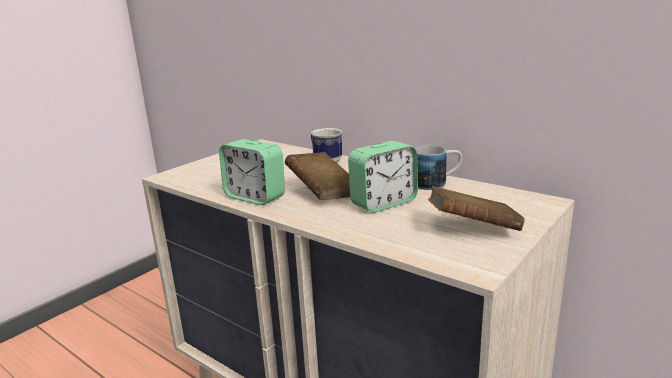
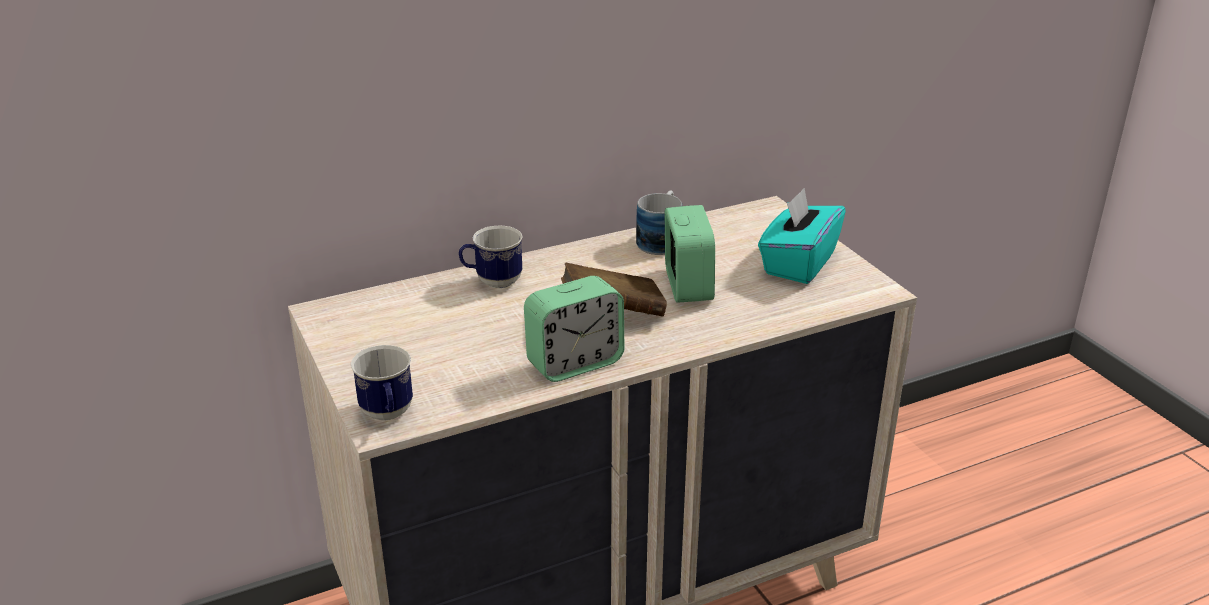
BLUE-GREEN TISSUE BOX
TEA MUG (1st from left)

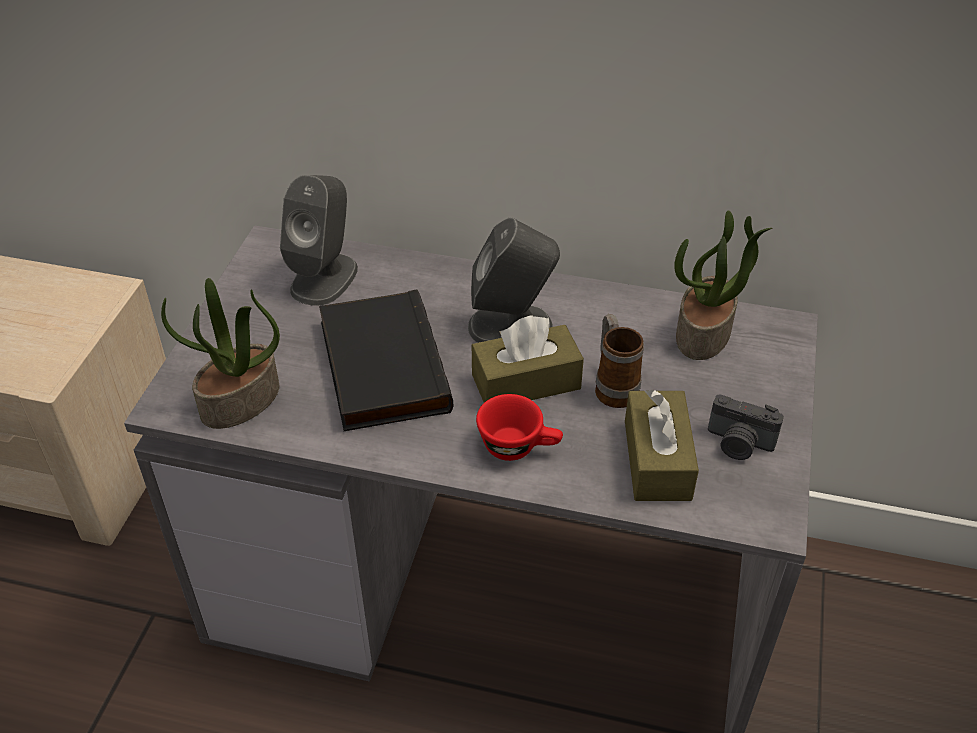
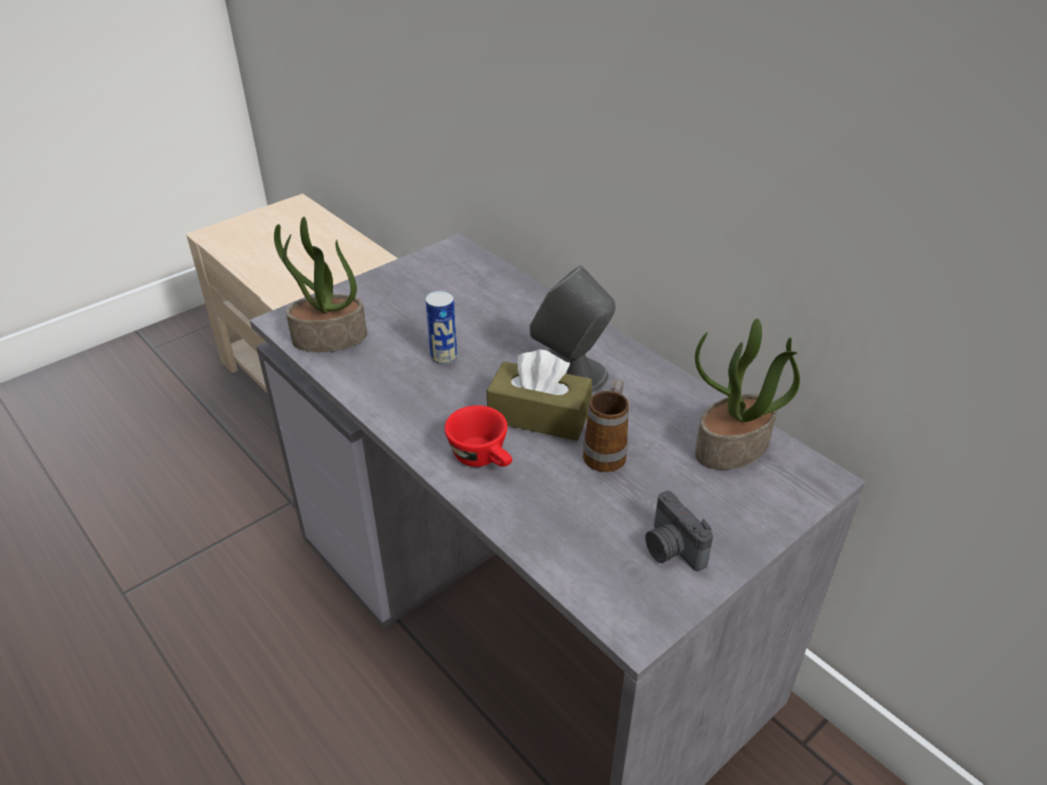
GRAY AUDIO SPEAKER (1st from left in the first image)
CAN
BROWN-COLOURED TISSUE BOX (2nd from left in the first image)

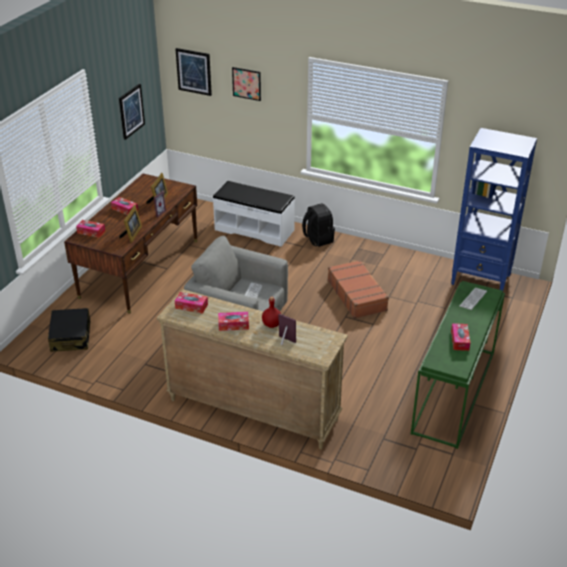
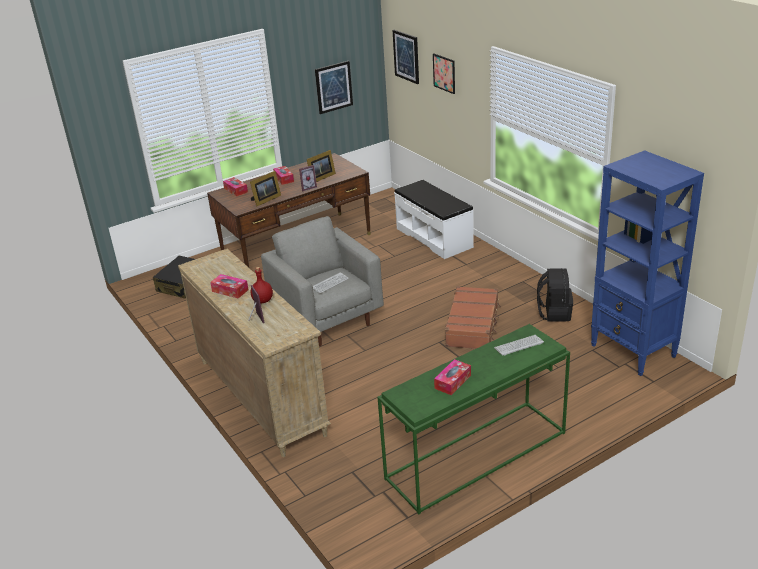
BLACK KNAPSACK
TISSUE BOX (3rd from left in the first image)

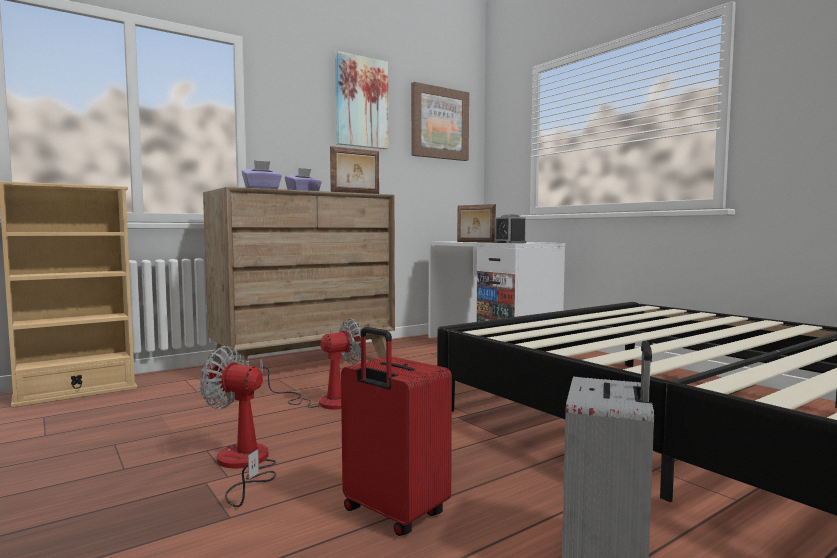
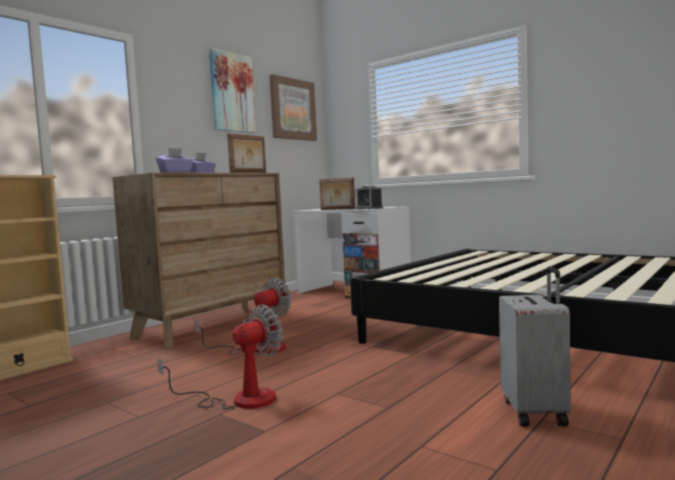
REDDISH PIECE OF LUGGAGE
COOLING FAN (1st from left)

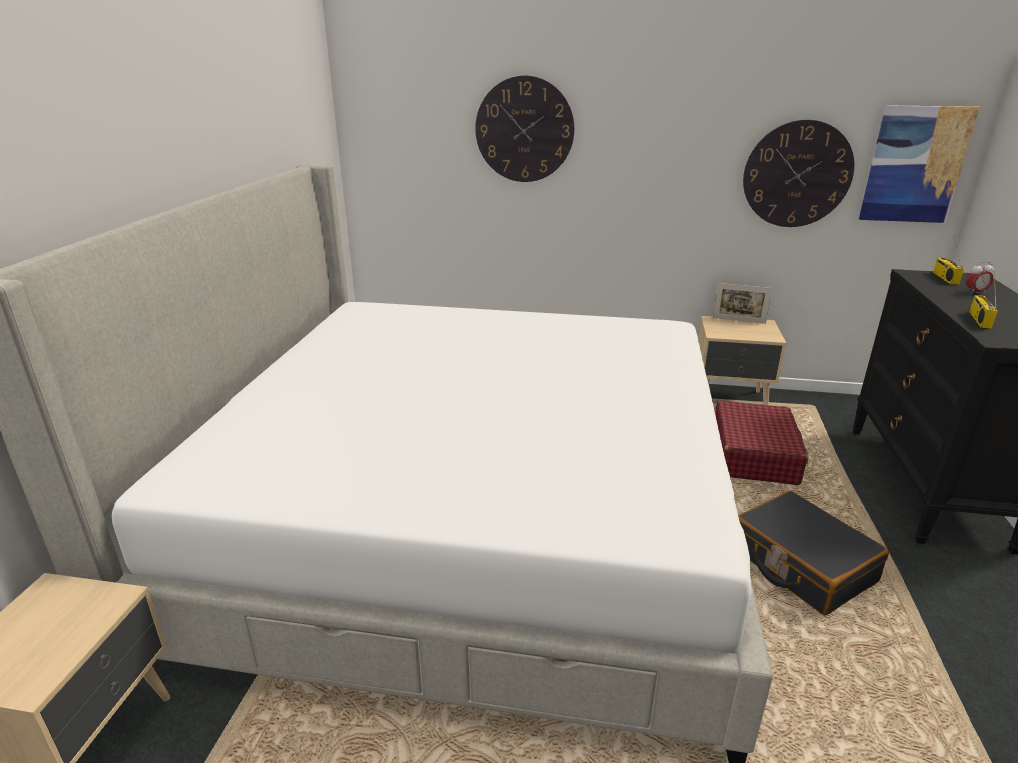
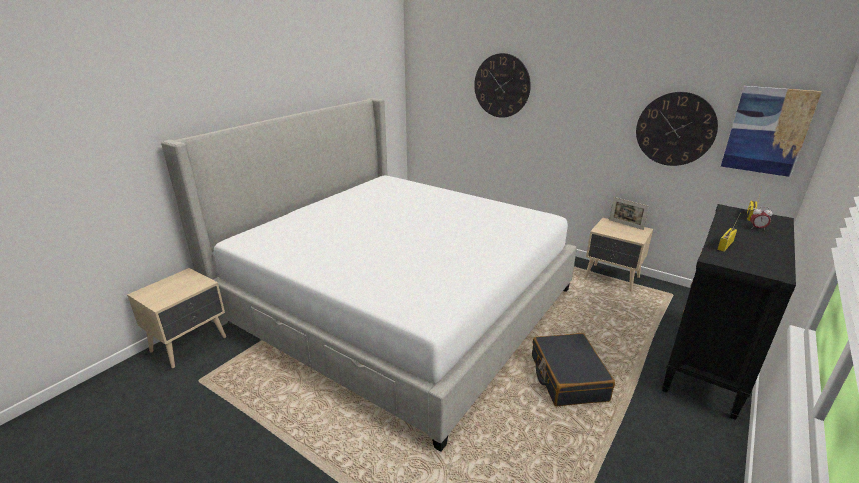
REDDISH PIECE OF LUGGAGE

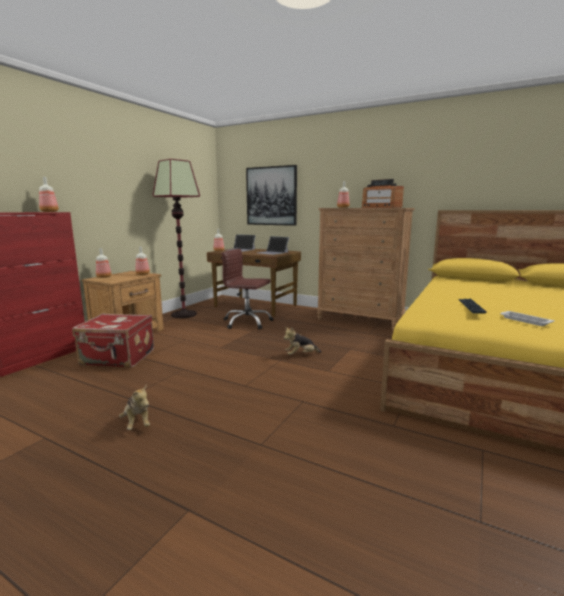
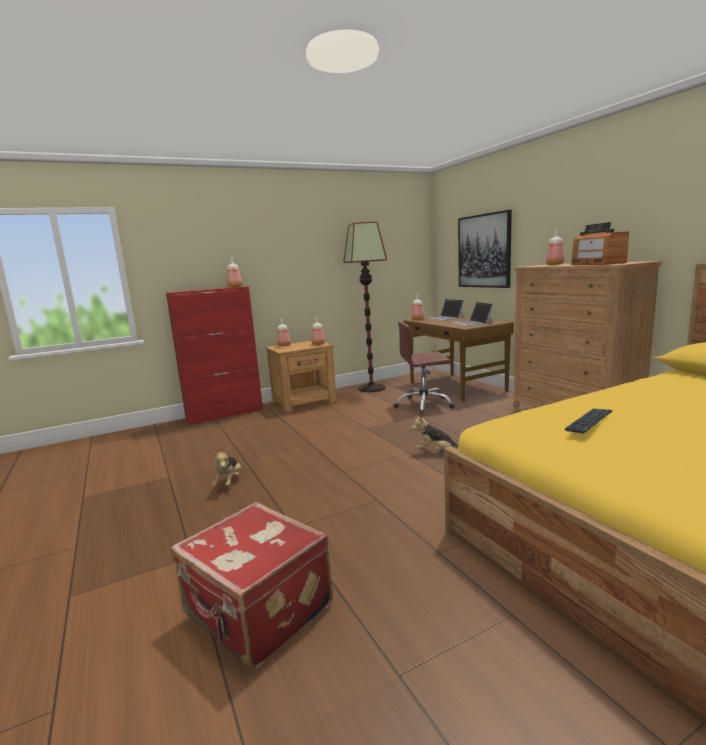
BROWN-COLOURED OFFICE CHAIR
WHITE CARRYING TRAY
REDDISH PIECE OF LUGGAGE

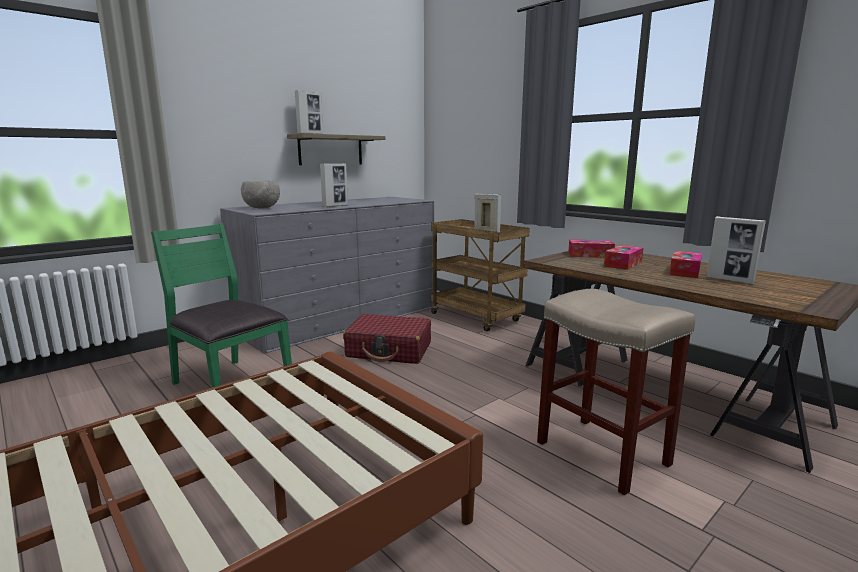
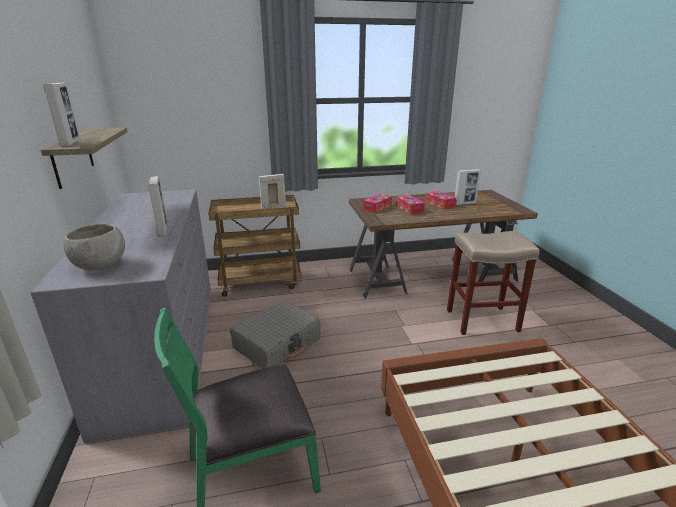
GRAY PIECE OF LUGGAGE

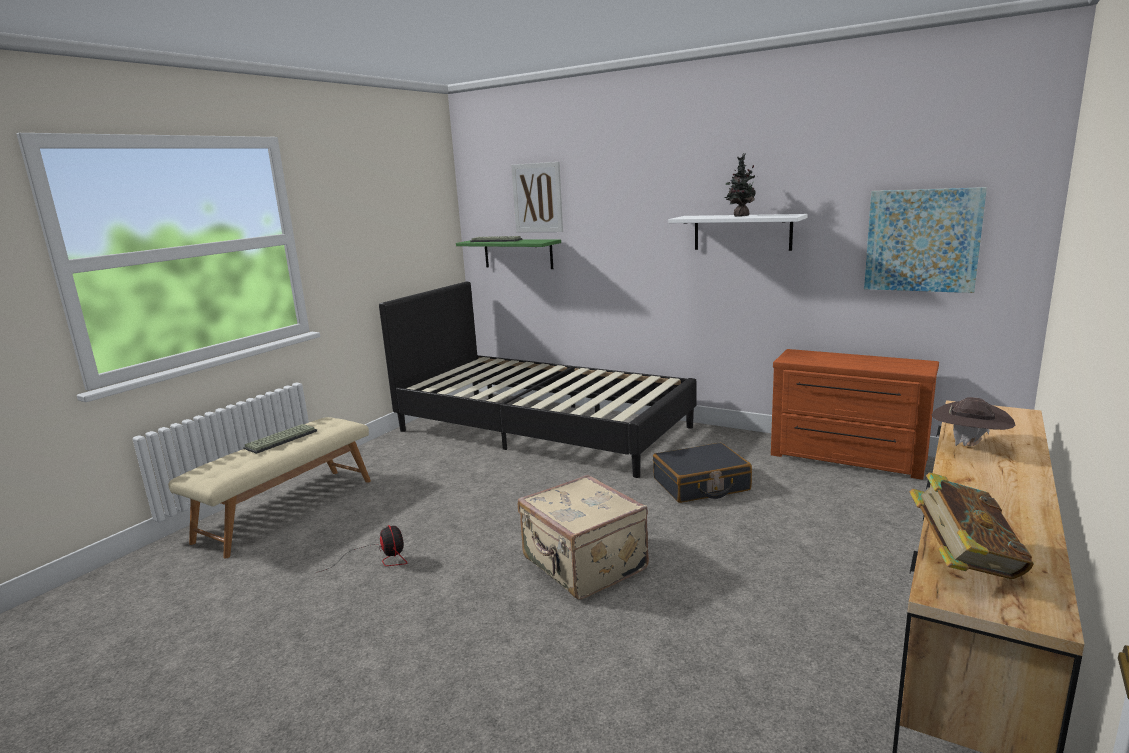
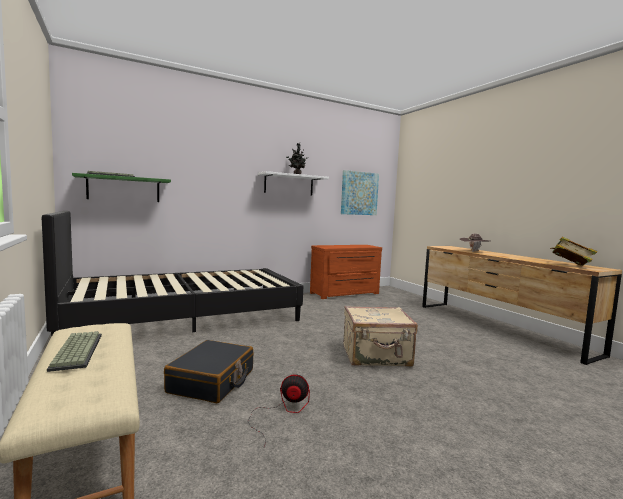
WALL PICTURE (1st from left in the first image)
BLACK PIECE OF LUGGAGE

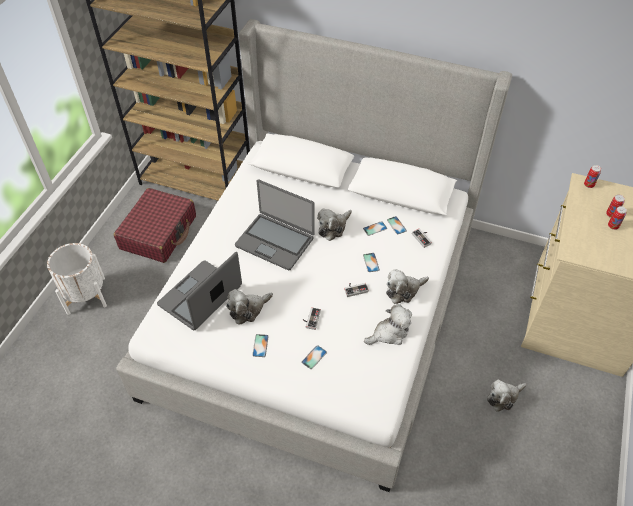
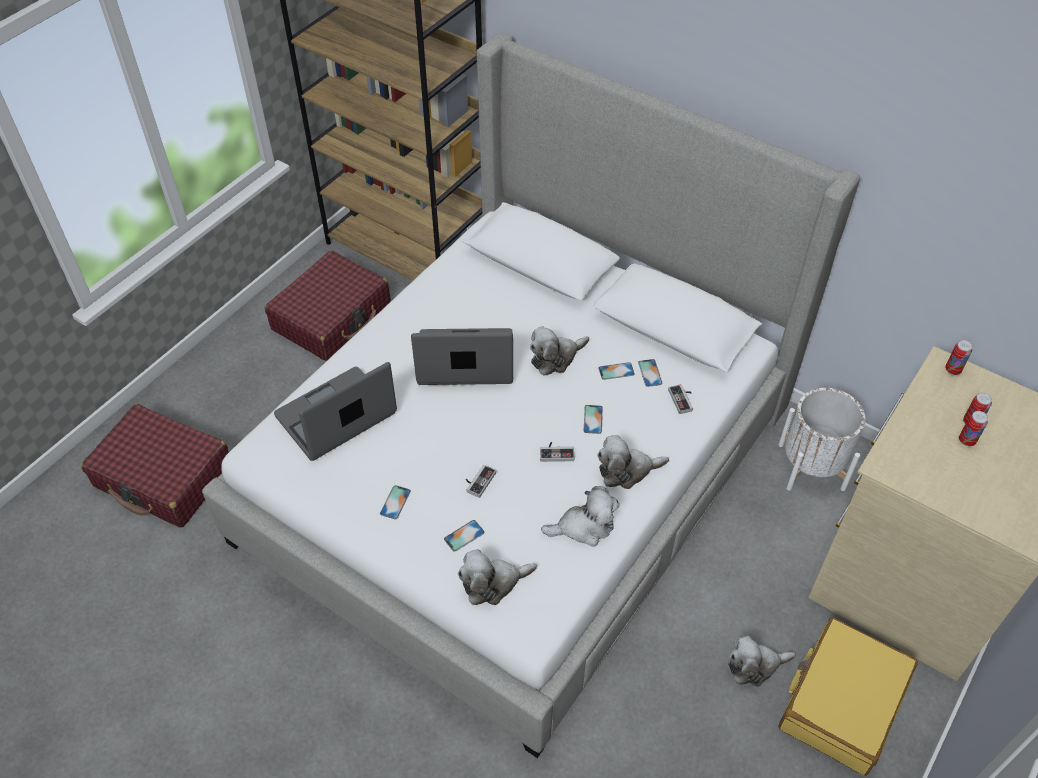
PORTABLE COMPUTER (2nd from left)
WHITE PLANT POT
SOFT TOY (1st from left)
REDDISH PIECE OF LUGGAGE (1st from left)
YELLOWISH PIECE OF LUGGAGE

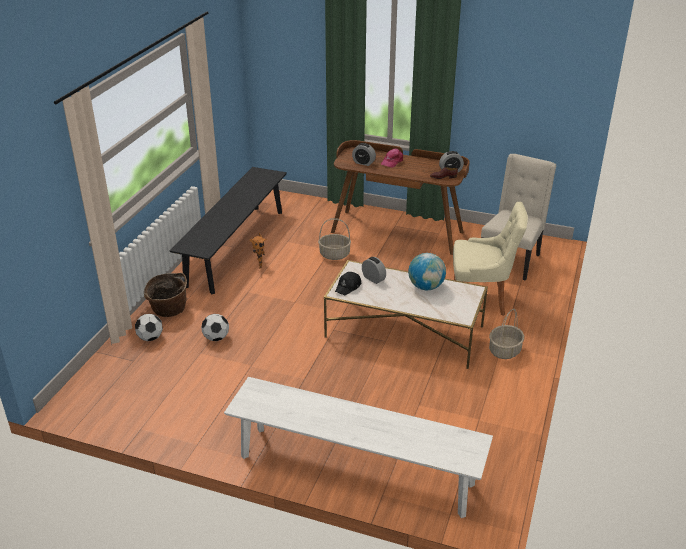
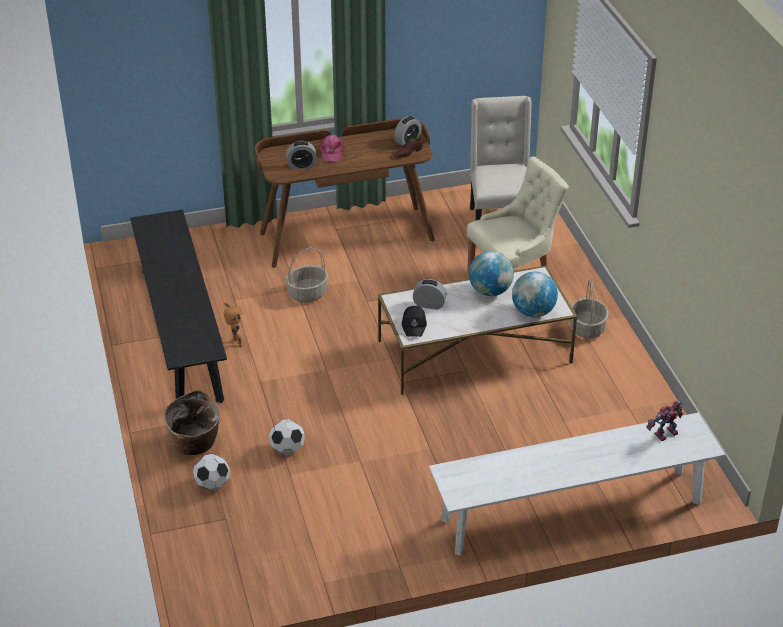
WORLD GLOBE (2nd from left)
TOY ROBOT (2nd from left)

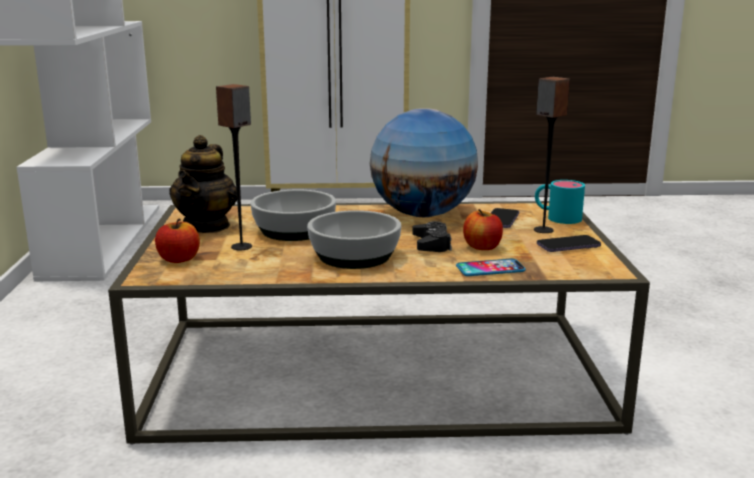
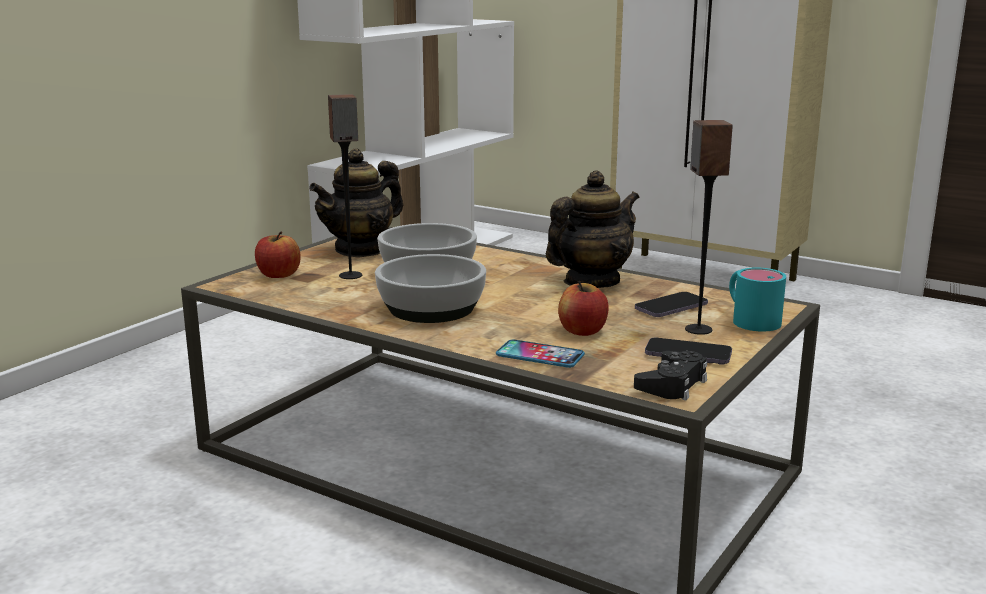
TEAPOT (2nd from left)
BLACK GAMEPAD

